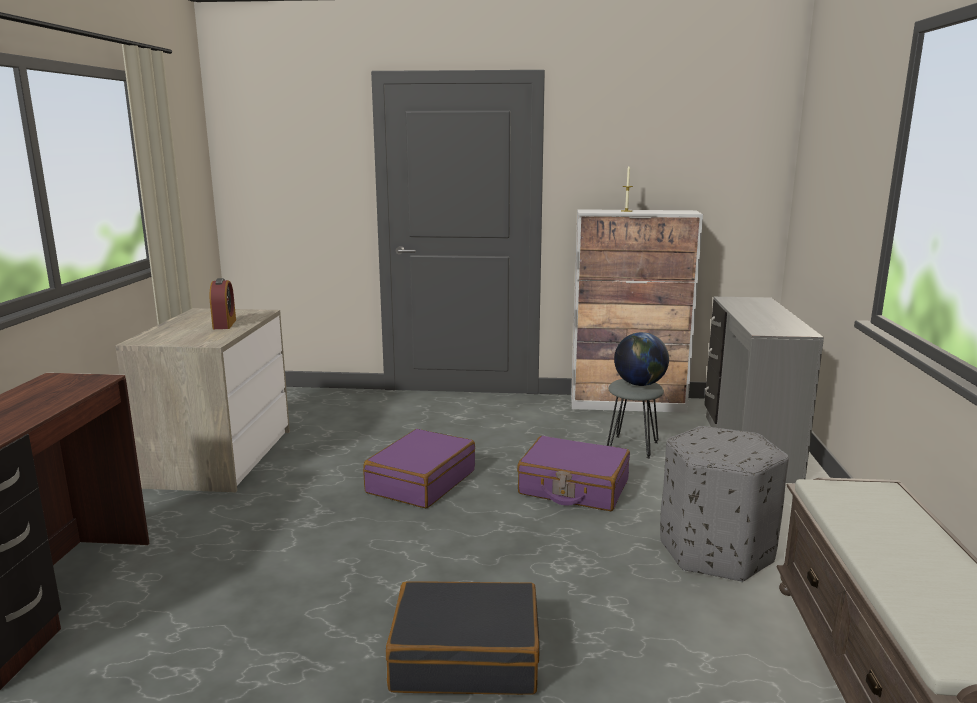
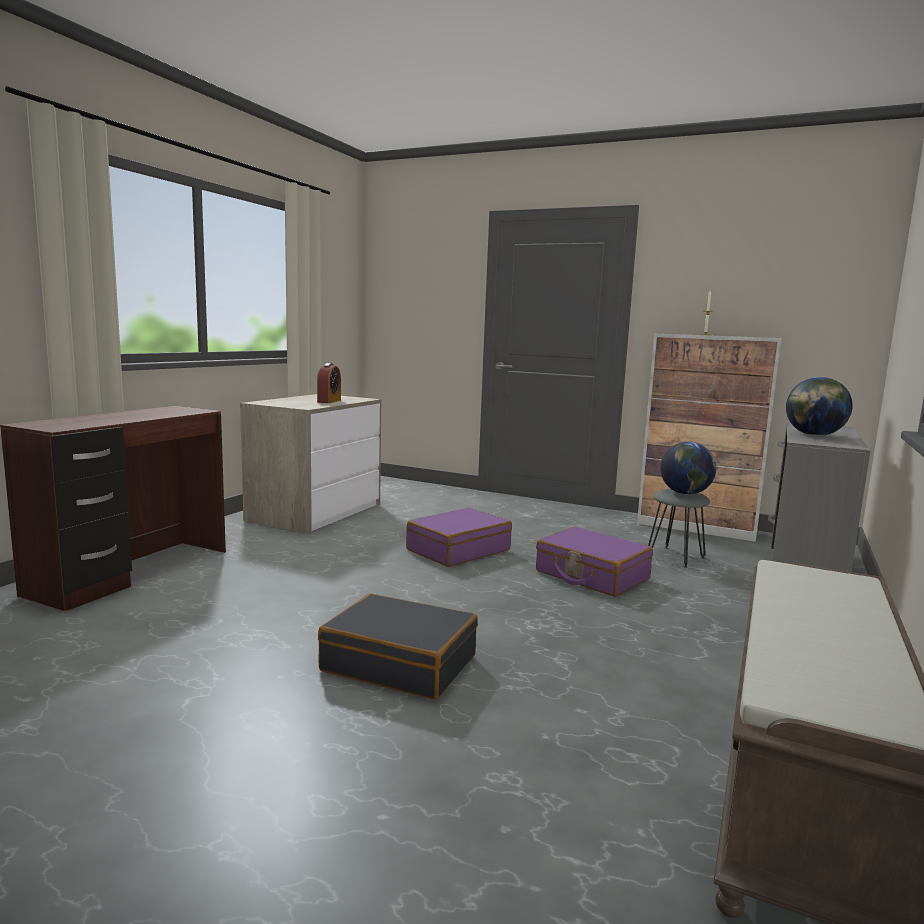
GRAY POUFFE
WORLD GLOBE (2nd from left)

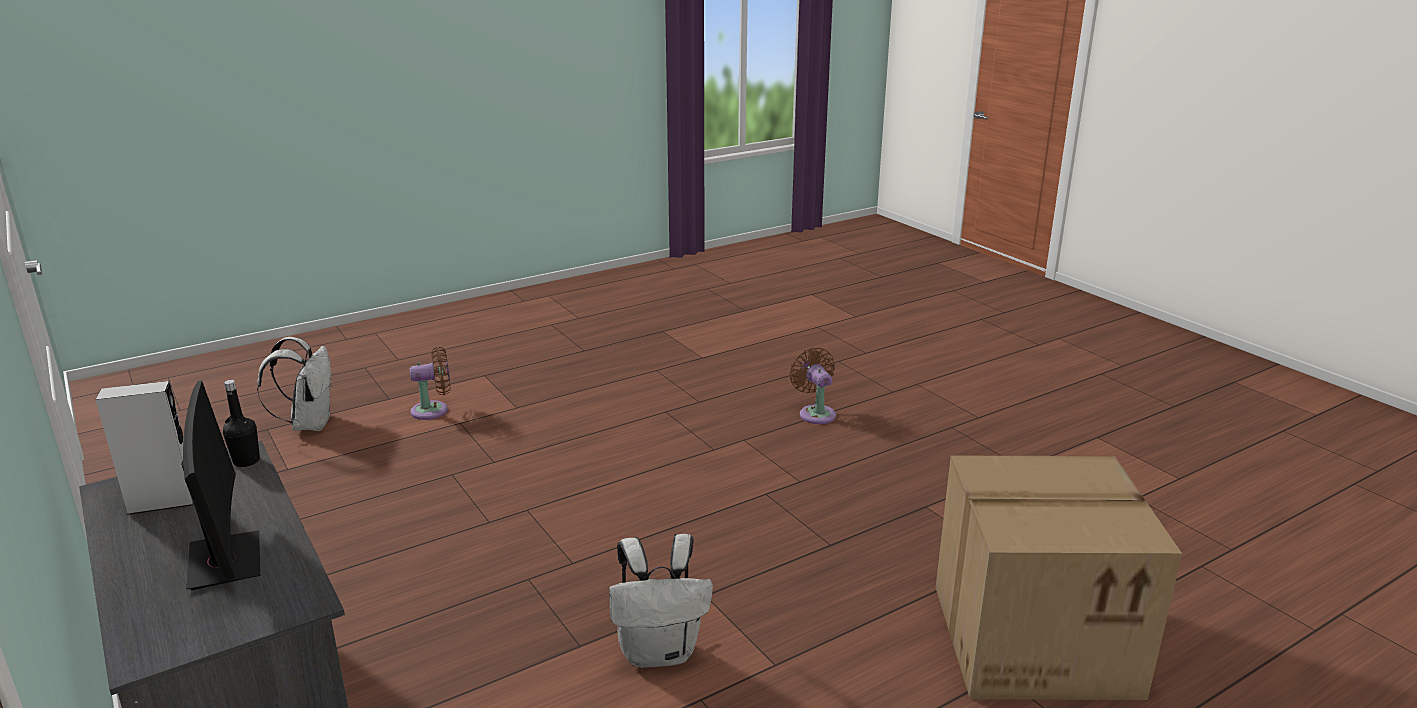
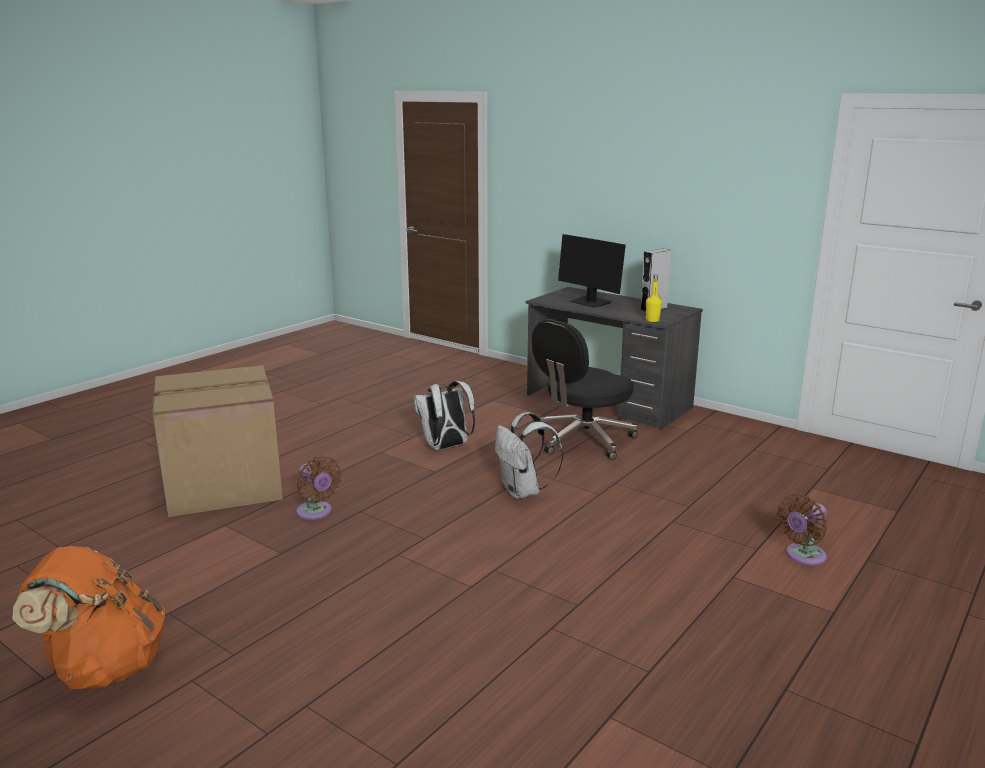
WHITE KNAPSACK (2nd from left)
BROWN-COLOURED COOLING FAN (1st from left)
YELLOWISH BOTTLE
BLACK OFFICE CHAIR
ORANGE KNAPSACK

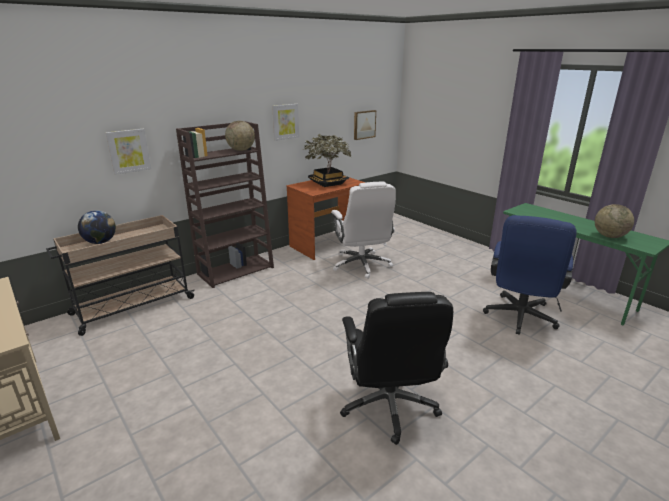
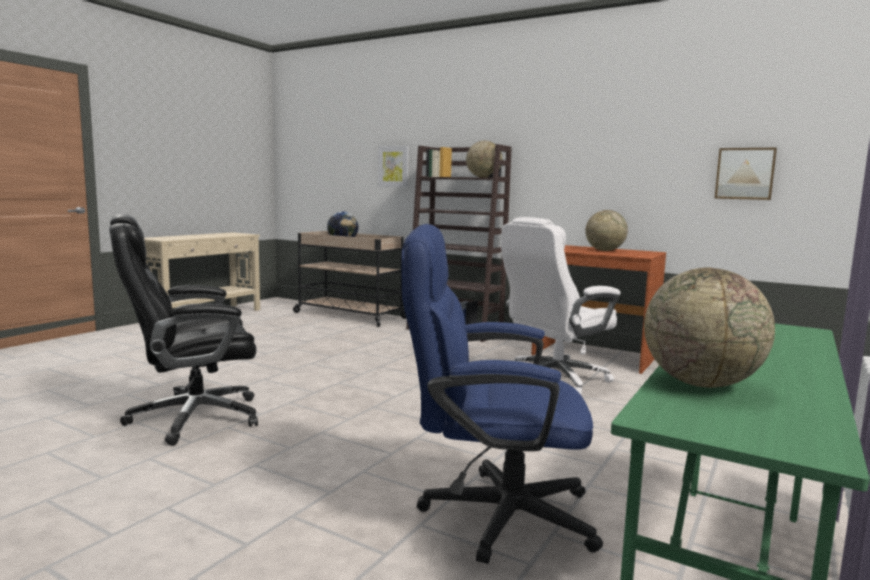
WALL PICTURE (2nd from left in the first image)
WORLD GLOBE (3rd from left)

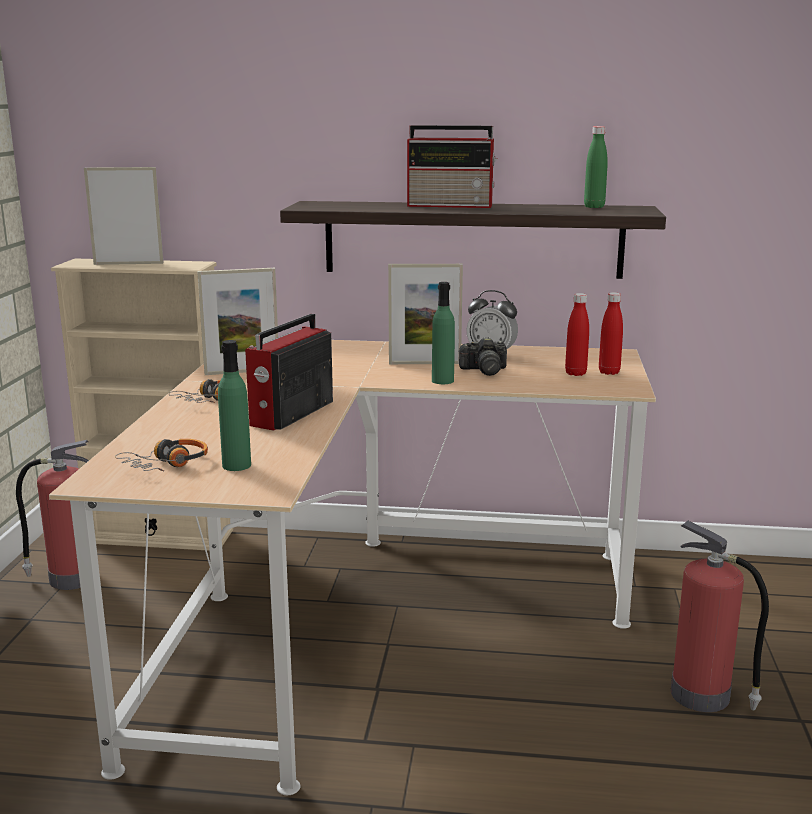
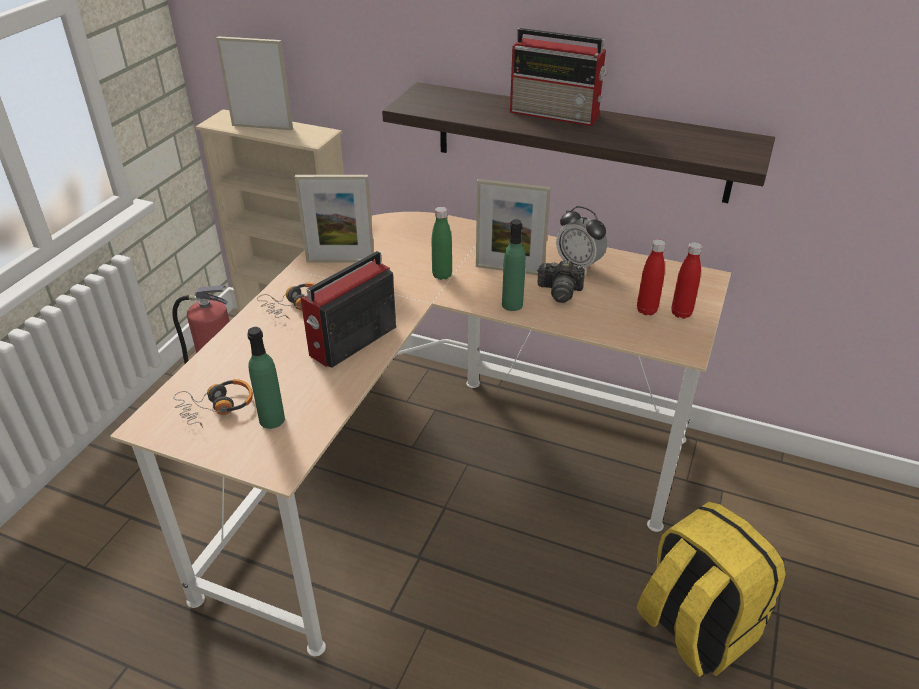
GREEN BOTTLE (2nd from left)
YELLOWISH KNAPSACK

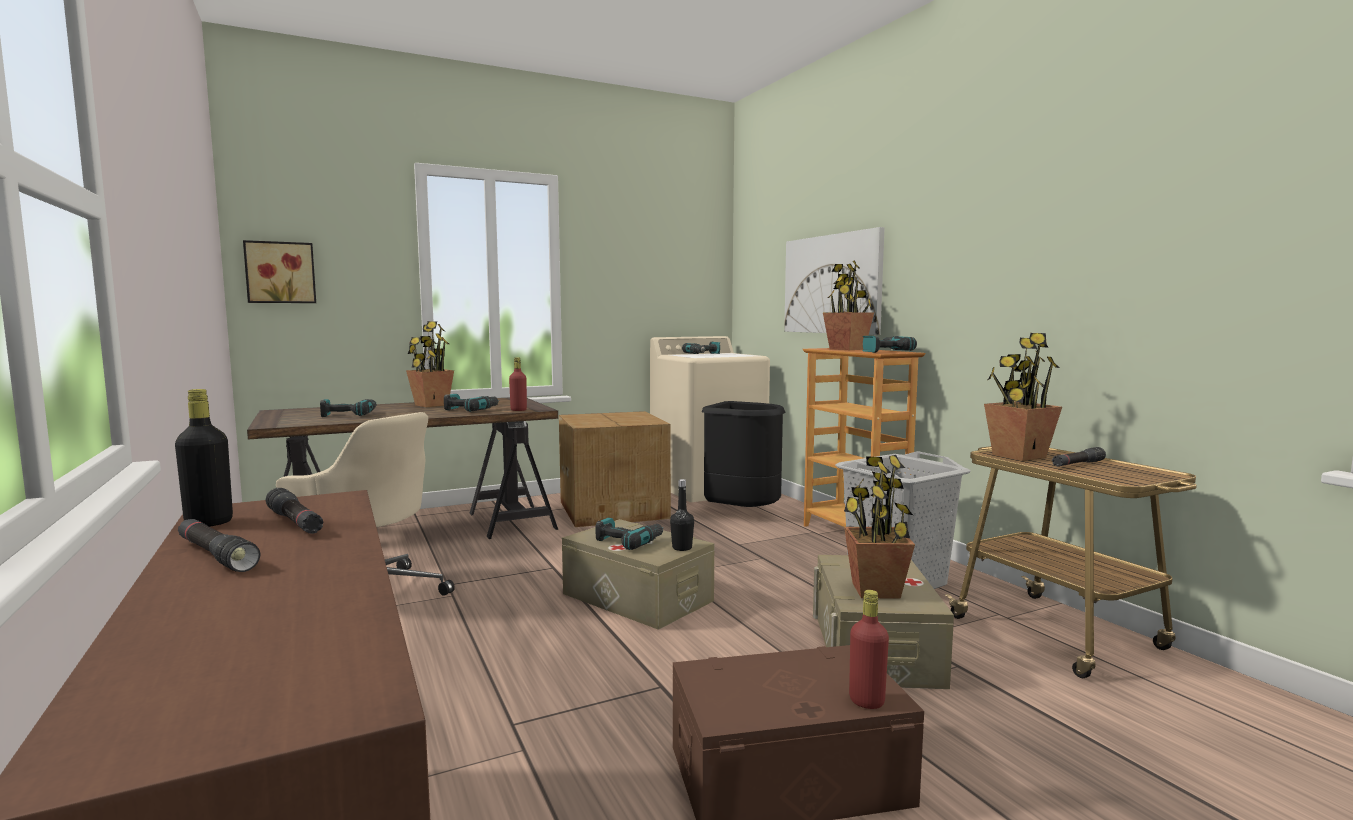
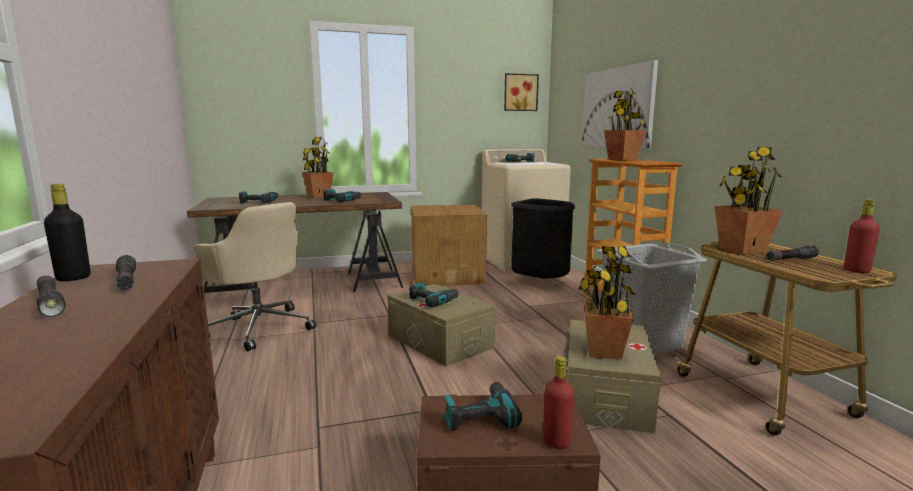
WALL PICTURE (1st from left)
POWER DRILL (4th from left)
REDDISH BOTTLE (2nd from left)
BLACK BOTTLE (2nd from left in the first image)

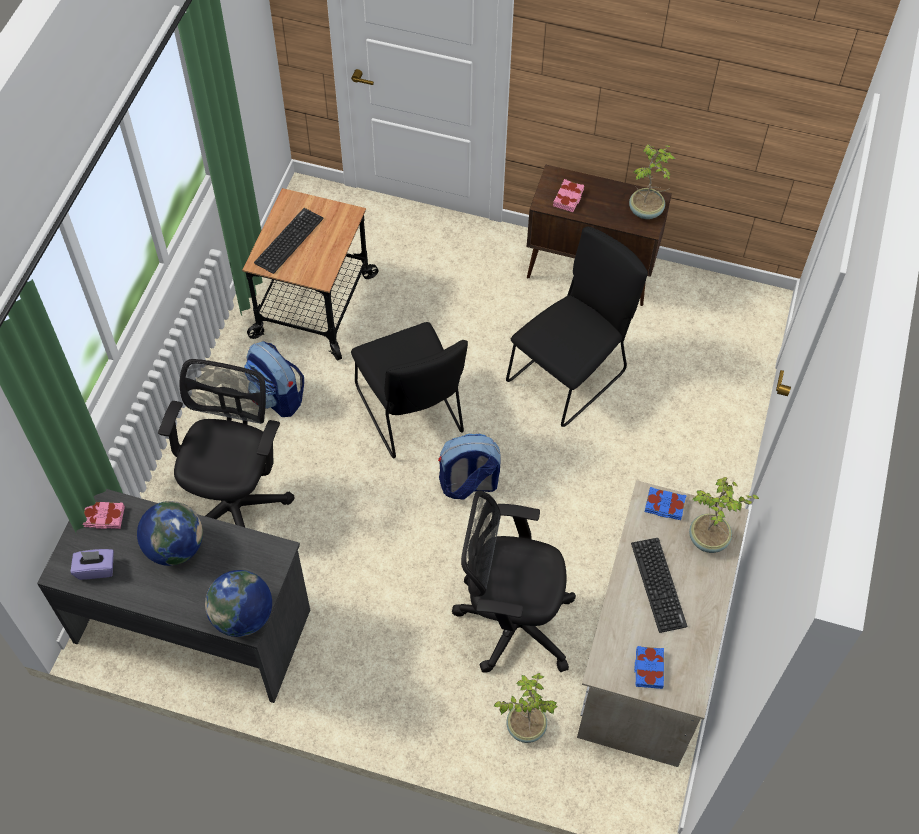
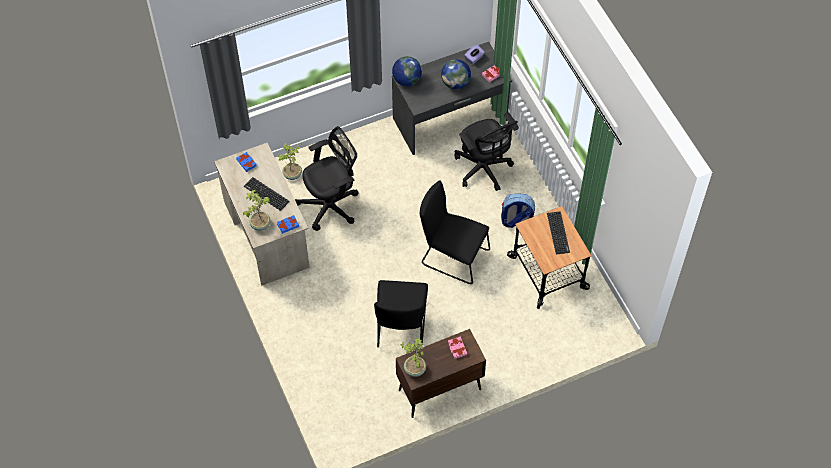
KNAPSACK (2nd from left in the first image)

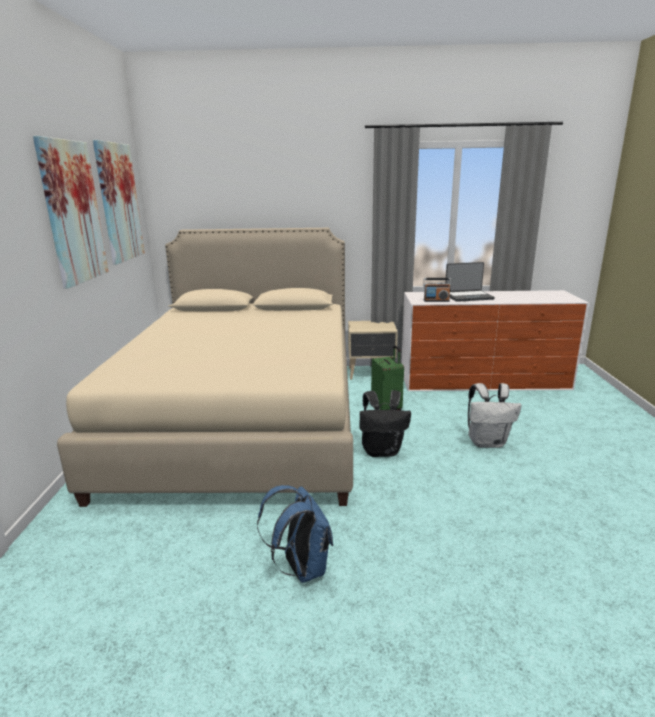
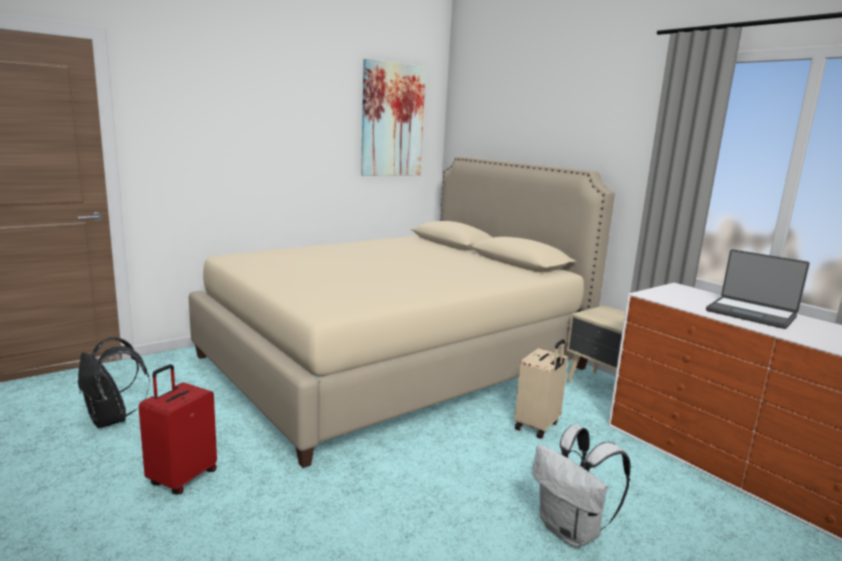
WALL PICTURE (1st from left in the first image)
RADIO
BEIGE-COLOURED PIECE OF LUGGAGE
BLACK KNAPSACK
REDDISH PIECE OF LUGGAGE

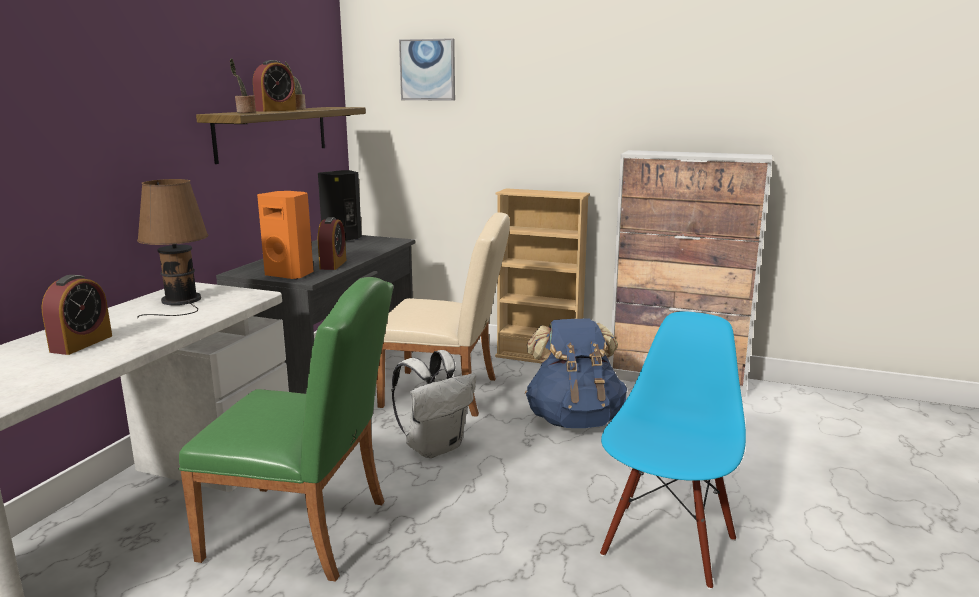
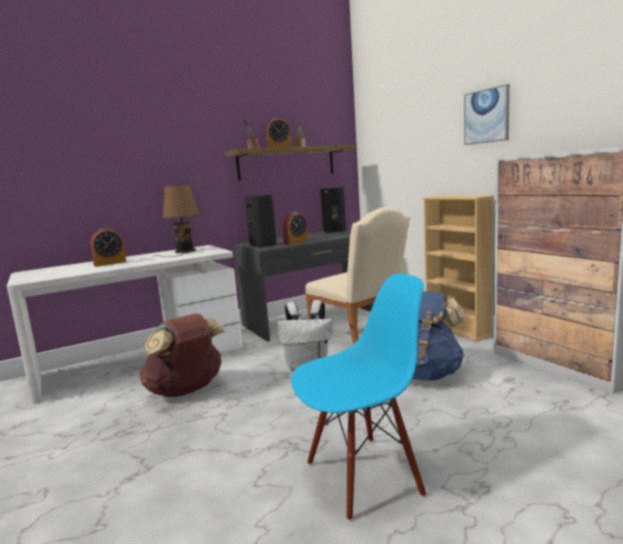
WALL PICTURE
BLACK AUDIO SPEAKER (1st from left)
BROWN-COLOURED KNAPSACK

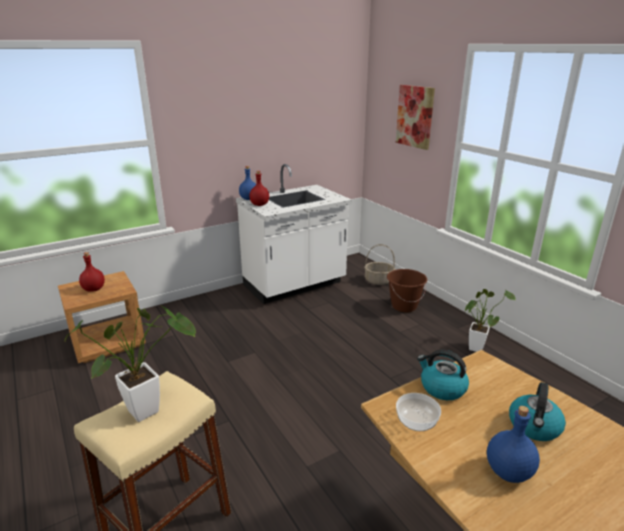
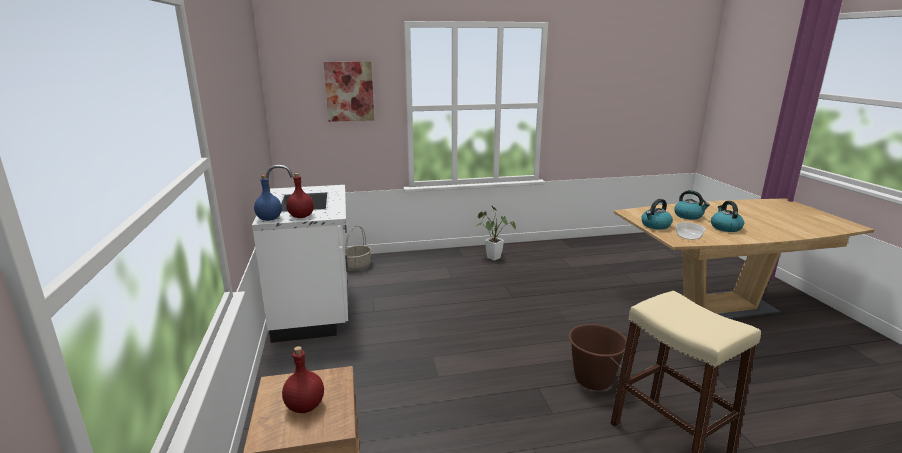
BROWN-COLOURED WATER BUCKET
PLANT IN A POT (1st from left in the first image)
KETTLE (3rd from left)

